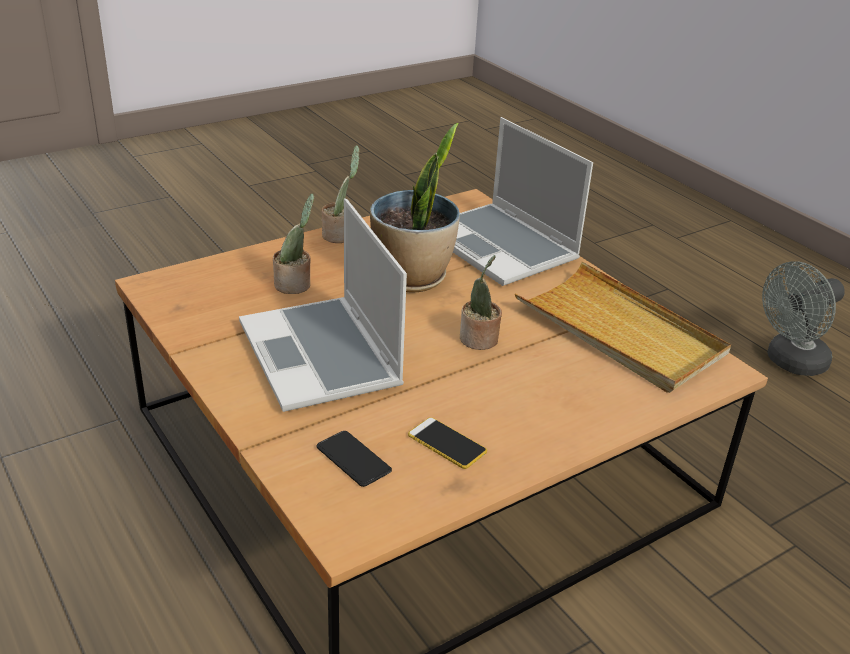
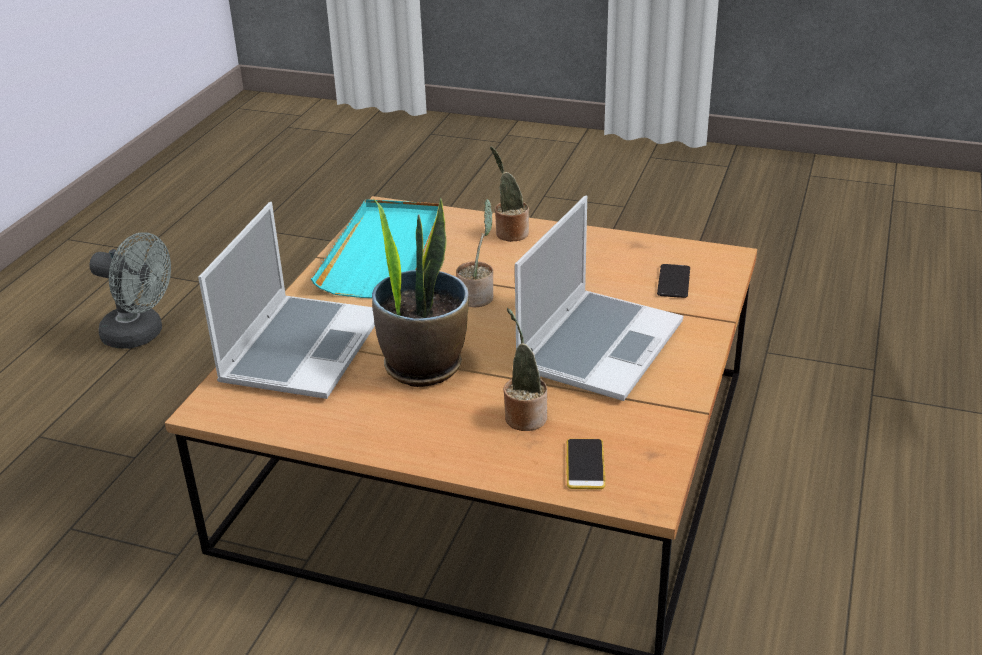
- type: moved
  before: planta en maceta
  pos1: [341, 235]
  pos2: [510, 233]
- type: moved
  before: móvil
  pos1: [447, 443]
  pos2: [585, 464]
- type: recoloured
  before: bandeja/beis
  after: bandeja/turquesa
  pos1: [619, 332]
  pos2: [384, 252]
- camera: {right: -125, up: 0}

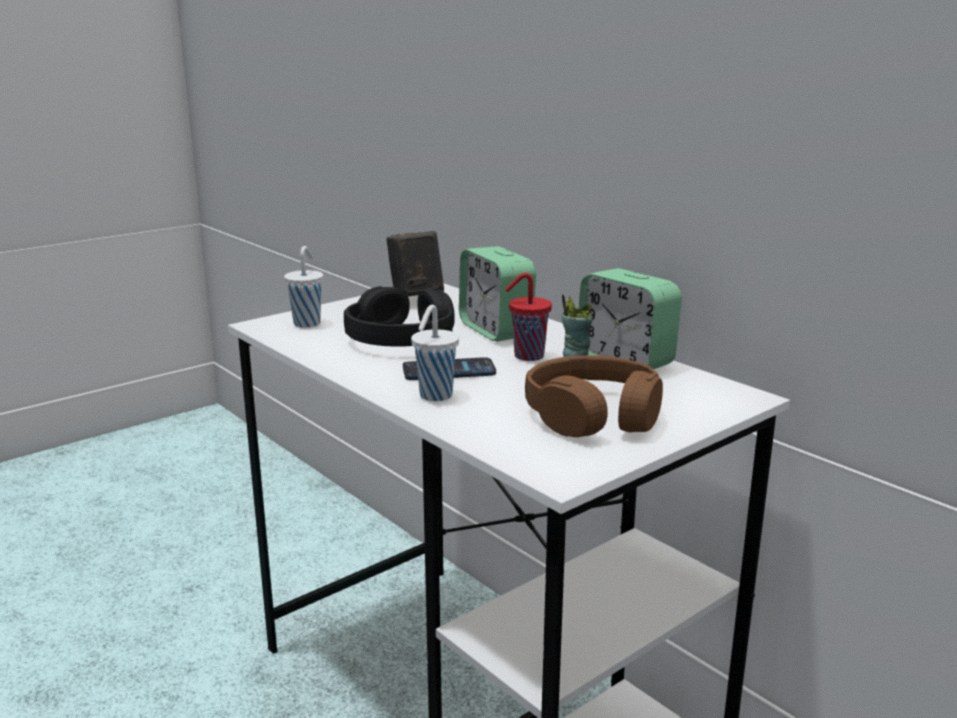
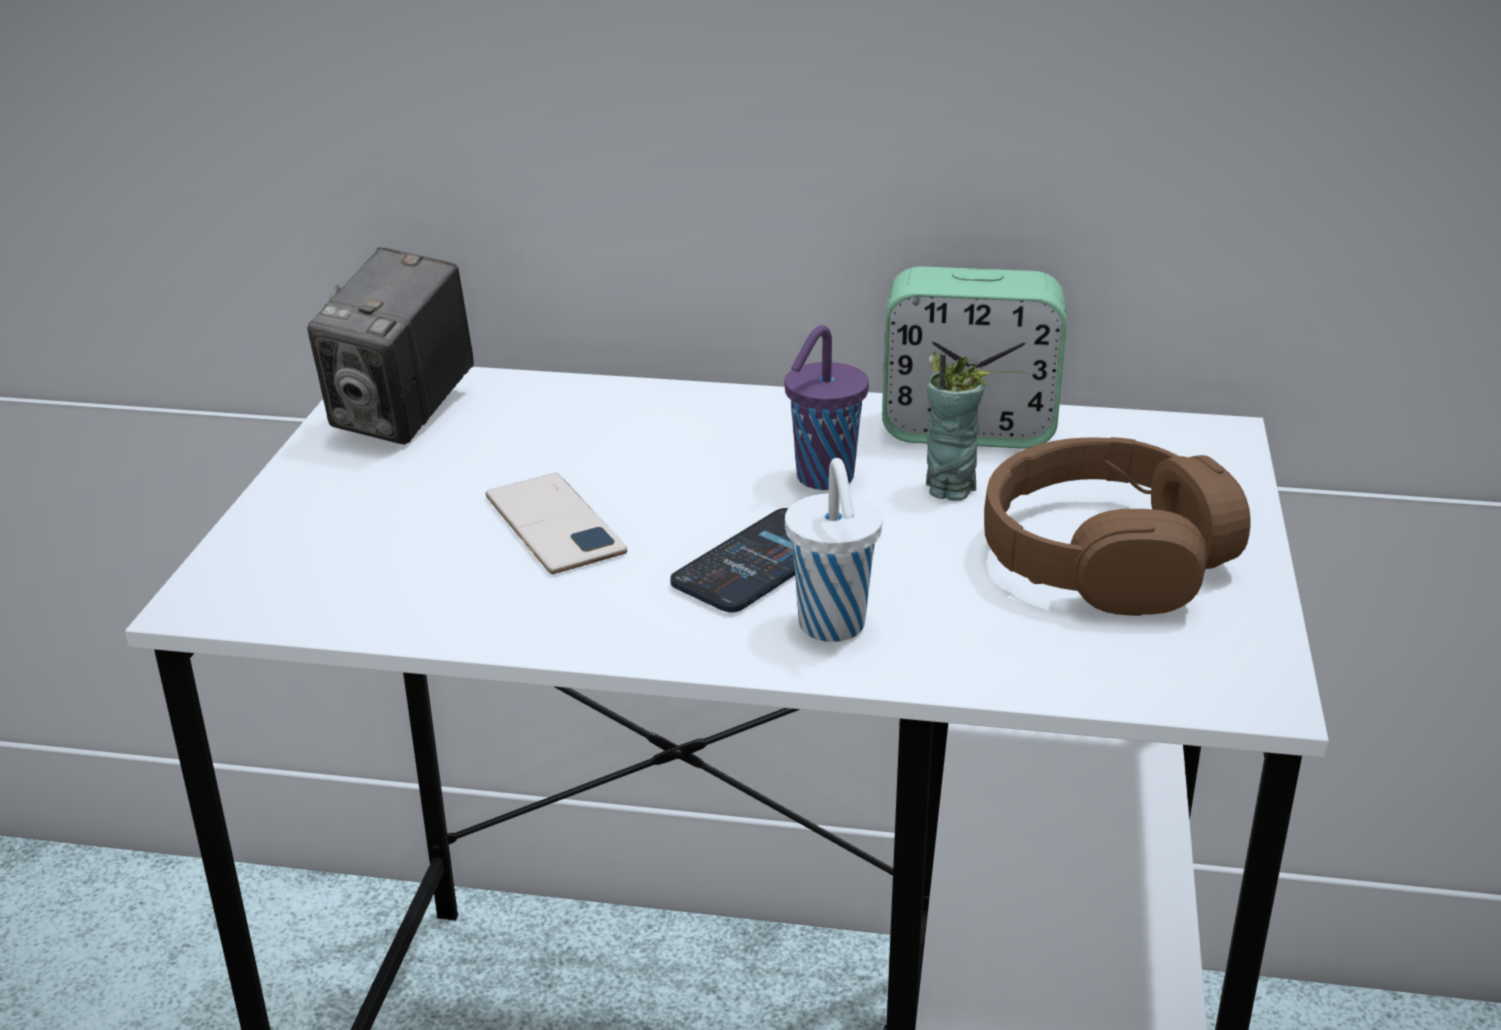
- type: removed
  before: taza/blanco
  pos1: [307, 323]
- type: replaced
  before: auriculares/negro
  after: móvil
  pos1: [401, 339]
  pos2: [554, 524]
- type: turned
  before: cámara
  pos1: [415, 297]
  pos2: [403, 415]
  turn: -105
- type: removed
  before: despertador
  pos1: [496, 330]
- type: recoloured
  before: taza/rojo
  after: taza/morado
  pos1: [527, 356]
  pos2: [822, 479]
- camera: {right: -40, up: 10}

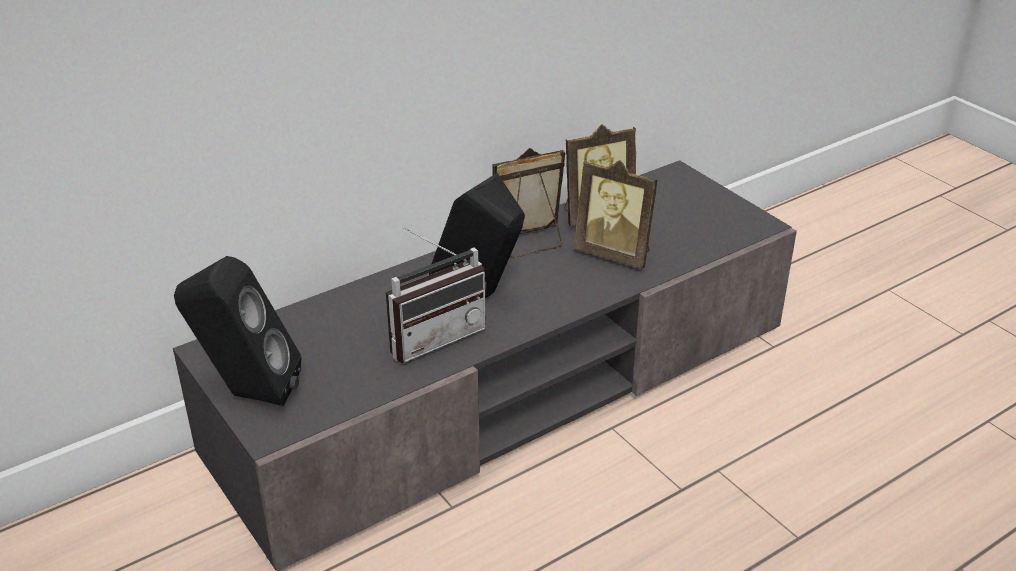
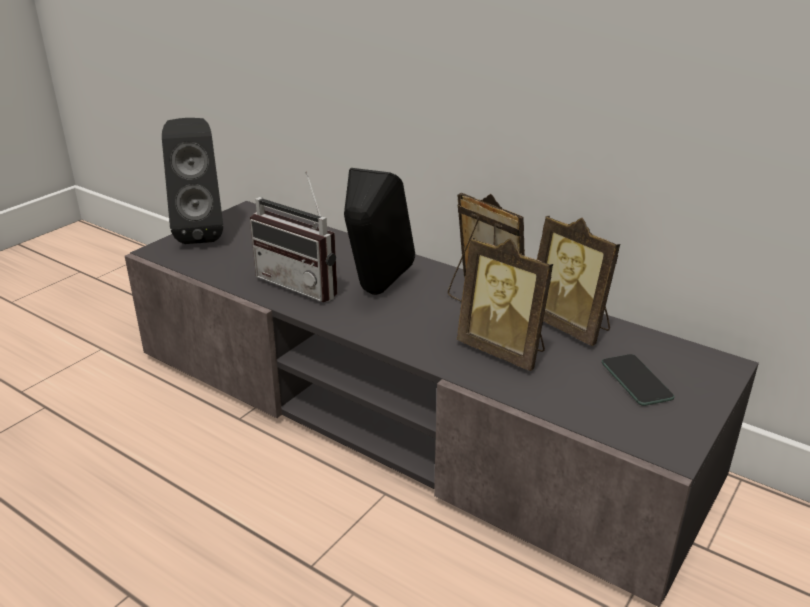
- type: turned
  before: portarretratos
  pos1: [615, 254]
  pos2: [504, 350]
  turn: -60
- type: added
  after: móvil
  pos2: [636, 380]
- camera: {right: 70, up: -5}

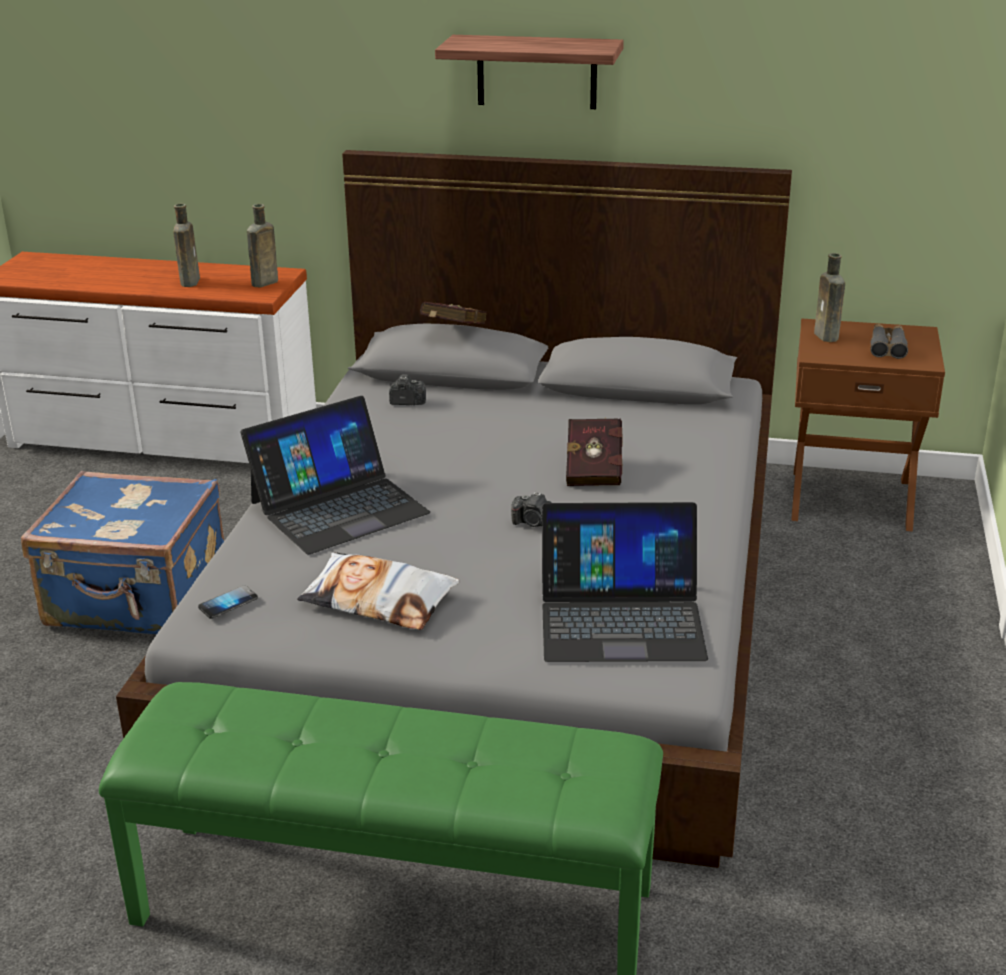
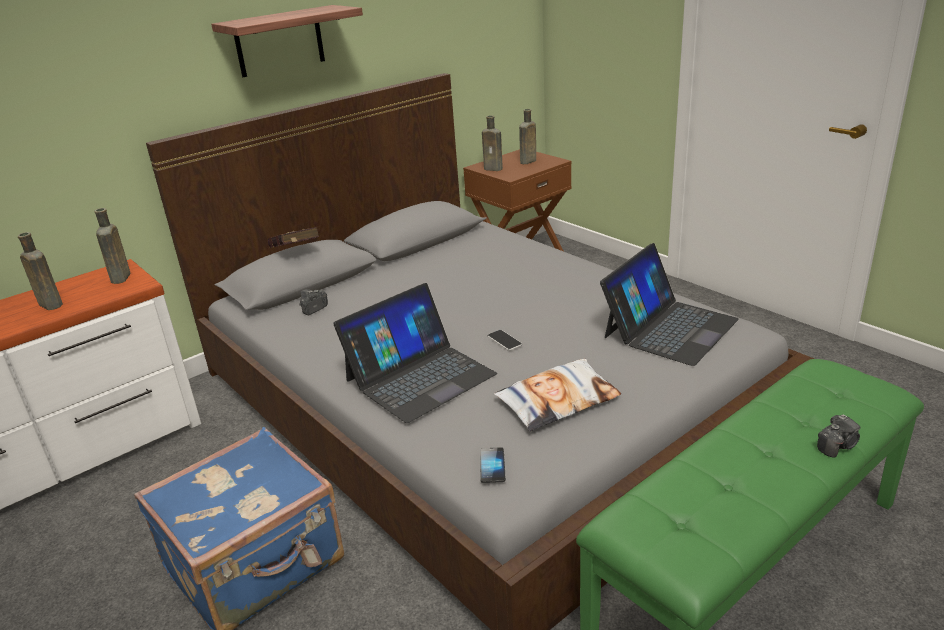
- type: turned
  before: portátil
  pos1: [338, 507]
  pos2: [419, 376]
  turn: 45
- type: moved
  before: cámara
  pos1: [533, 523]
  pos2: [837, 446]
- type: removed
  before: libro/rojo
  pos1: [595, 469]
- type: replaced
  before: prismáticos/gris
  after: botella/marrón
  pos1: [887, 347]
  pos2: [527, 162]
- type: added
  after: móvil
  pos2: [504, 341]
- camera: {right: -50, up: 0}

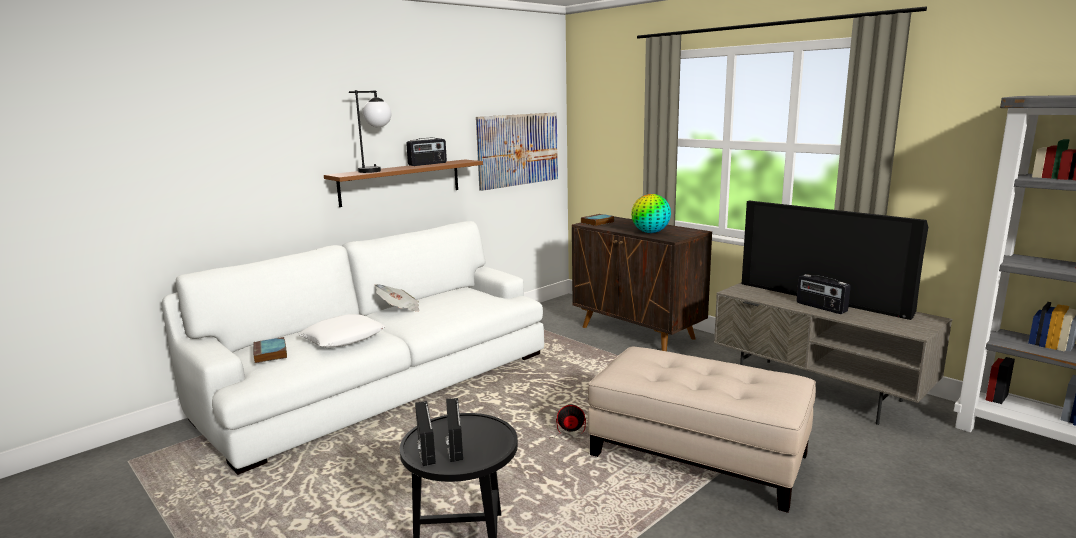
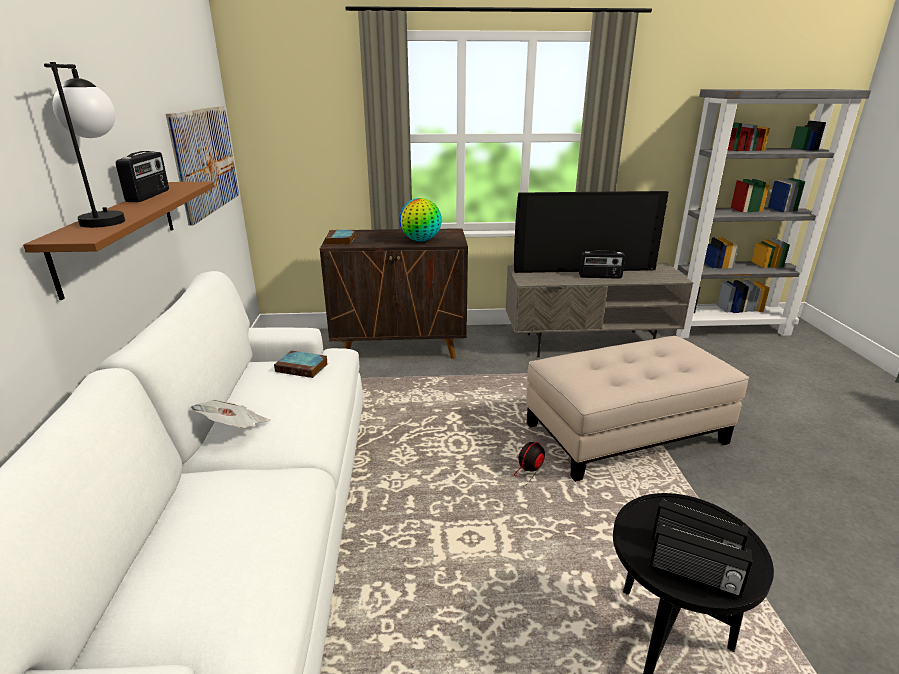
- type: moved
  before: libro
  pos1: [271, 353]
  pos2: [303, 367]
- type: removed
  before: cojín/blanco
  pos1: [343, 338]
- camera: {right: -50, up: 10}

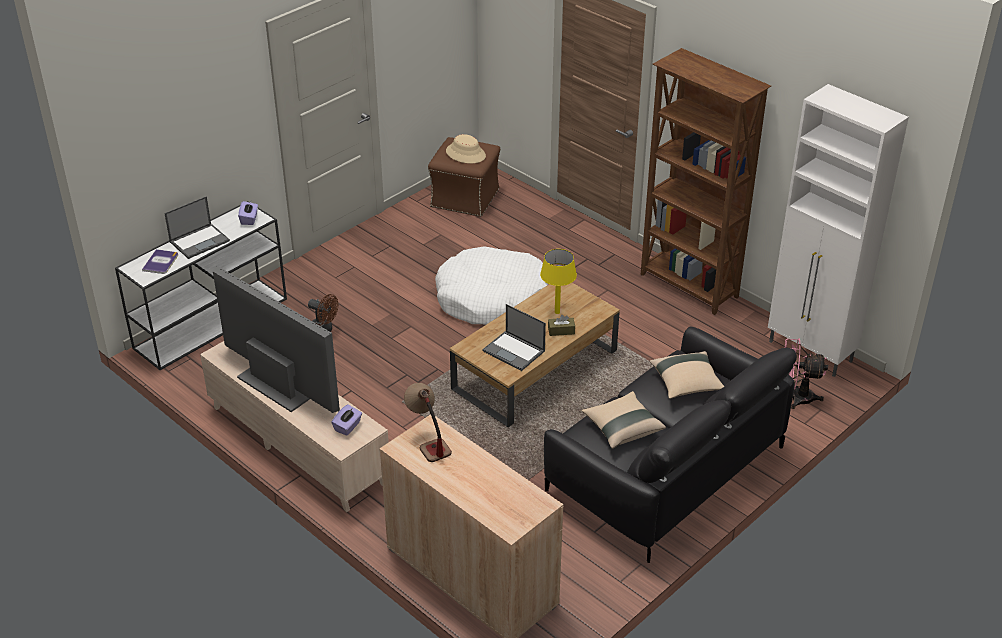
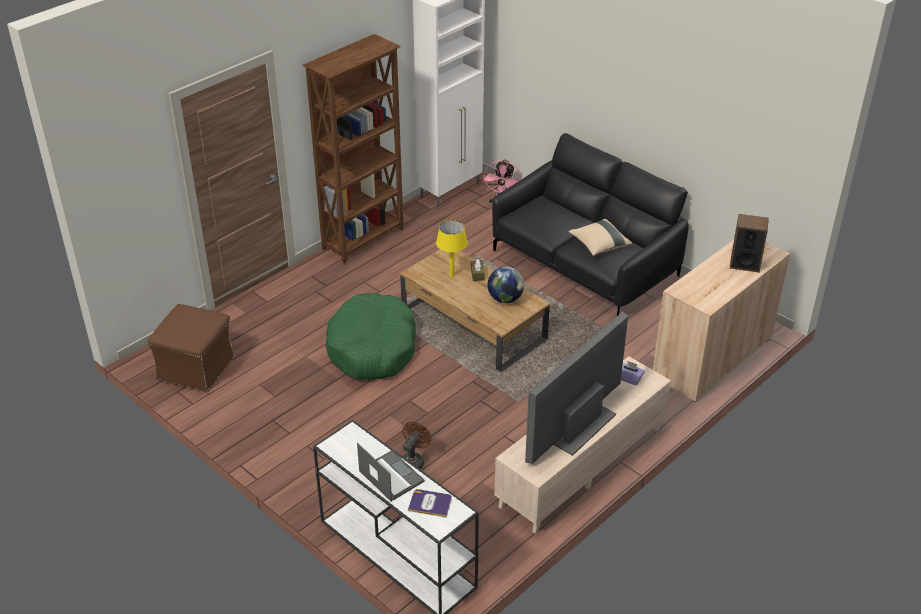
- type: removed
  before: caja de pañuelos/morado
  pos1: [249, 219]
- type: removed
  before: lámpara de mesa
  pos1: [428, 441]
- type: recoloured
  before: cama para perro/blanco
  after: cama para perro/verde
  pos1: [493, 299]
  pos2: [372, 348]
- type: removed
  before: sombrero/beis
  pos1: [466, 154]
- type: replaced
  before: portátil
  after: globo terráqueo
  pos1: [514, 351]
  pos2: [505, 299]
- type: removed
  before: cojín/beis
  pos1: [686, 384]
- type: added
  after: altavoz
  pos2: [745, 263]
- camera: {right: -90, up: 0}

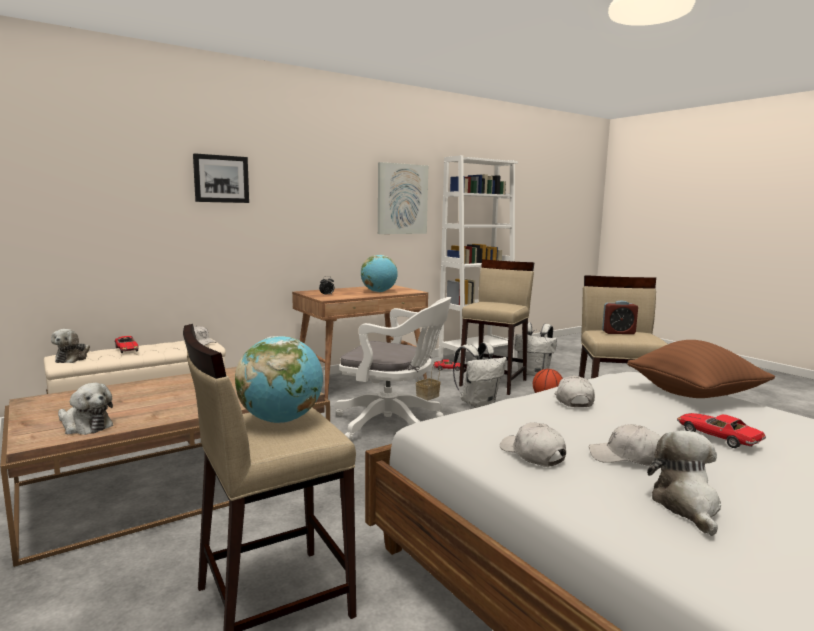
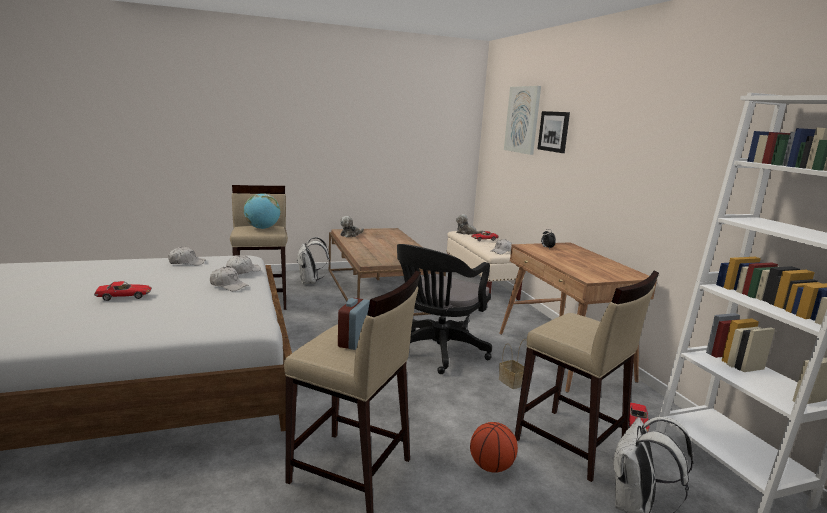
- type: recoloured
  before: silla de oficina/blanco
  after: silla de oficina/negro
  pos1: [394, 424]
  pos2: [436, 352]
- type: removed
  before: globo terráqueo
  pos1: [379, 292]
- type: moved
  before: cuadro
  pos1: [402, 199]
  pos2: [523, 120]
- type: moved
  before: mochila/blanco
  pos1: [478, 403]
  pos2: [310, 282]
- type: moved
  before: gorra/blanco
  pos1: [626, 457]
  pos2: [243, 271]
- type: removed
  before: cojín/marrón
  pos1: [694, 395]
- type: removed
  before: peluche
  pos1: [687, 505]
- camera: {right: 105, up: 5}

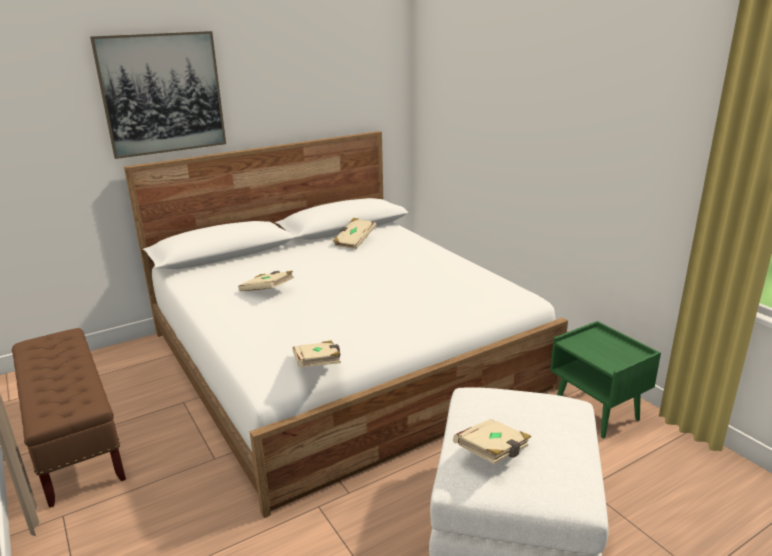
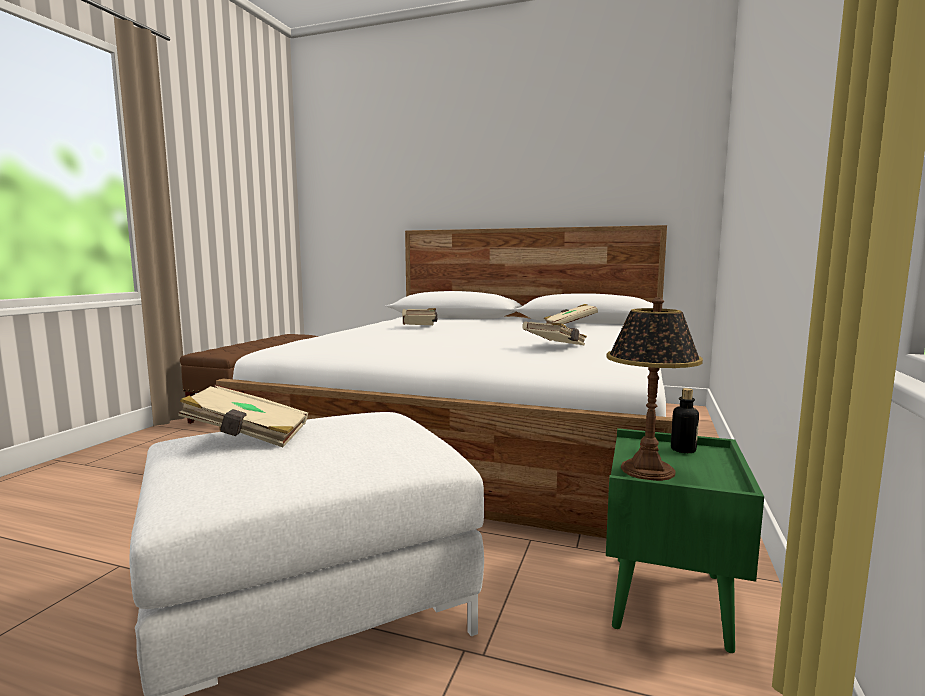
- type: removed
  before: cuadro
  pos1: [162, 94]
- type: moved
  before: libro/beis
  pos1: [318, 365]
  pos2: [556, 347]
- type: added
  after: lámpara de mesa
  pos2: [647, 470]
- type: added
  after: botella
  pos2: [683, 450]
- camera: {right: 50, up: -15}

